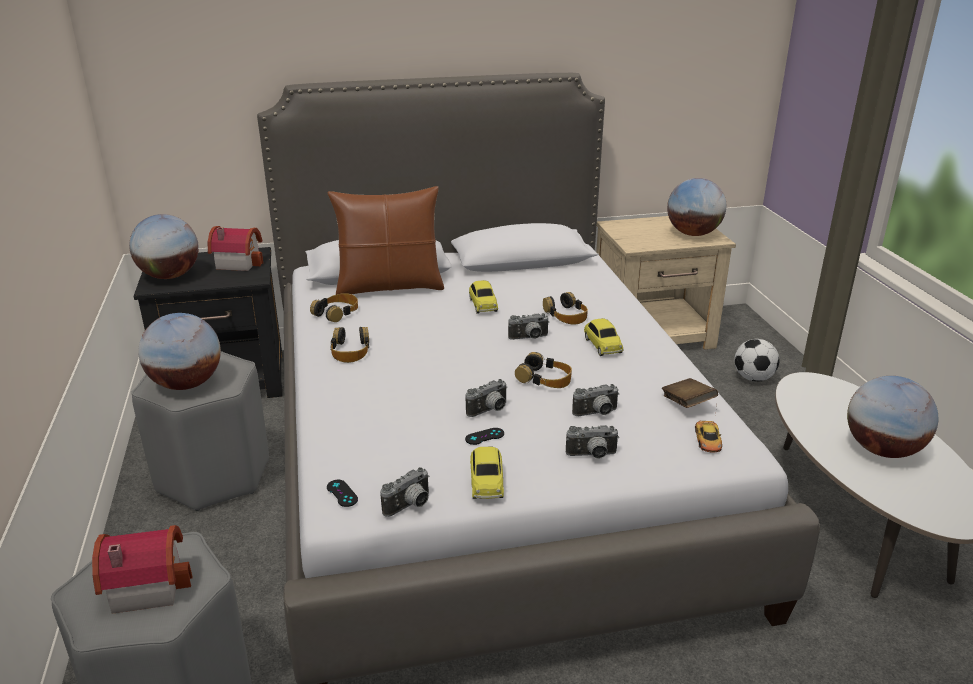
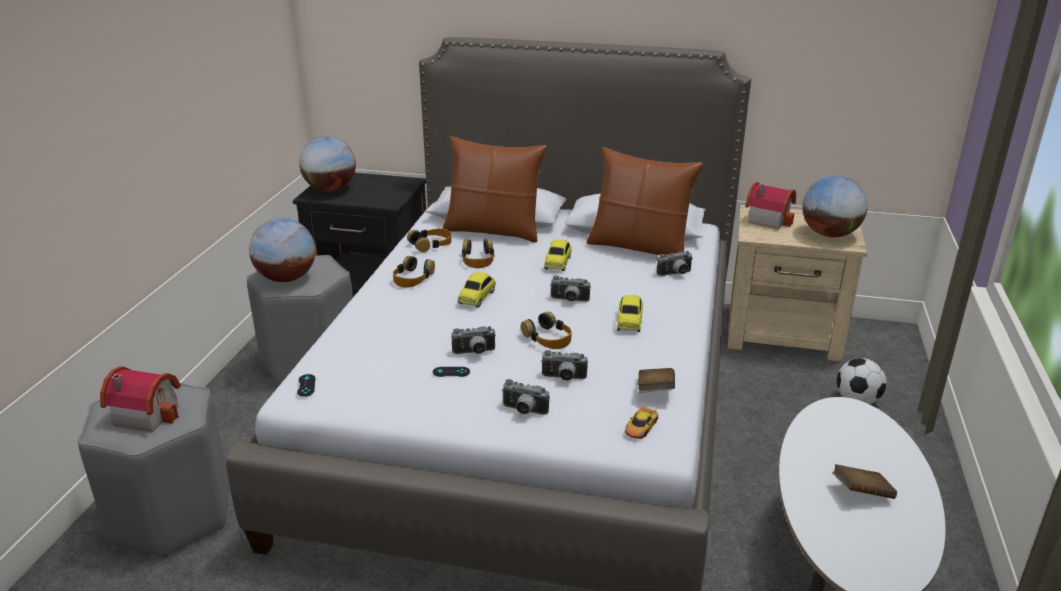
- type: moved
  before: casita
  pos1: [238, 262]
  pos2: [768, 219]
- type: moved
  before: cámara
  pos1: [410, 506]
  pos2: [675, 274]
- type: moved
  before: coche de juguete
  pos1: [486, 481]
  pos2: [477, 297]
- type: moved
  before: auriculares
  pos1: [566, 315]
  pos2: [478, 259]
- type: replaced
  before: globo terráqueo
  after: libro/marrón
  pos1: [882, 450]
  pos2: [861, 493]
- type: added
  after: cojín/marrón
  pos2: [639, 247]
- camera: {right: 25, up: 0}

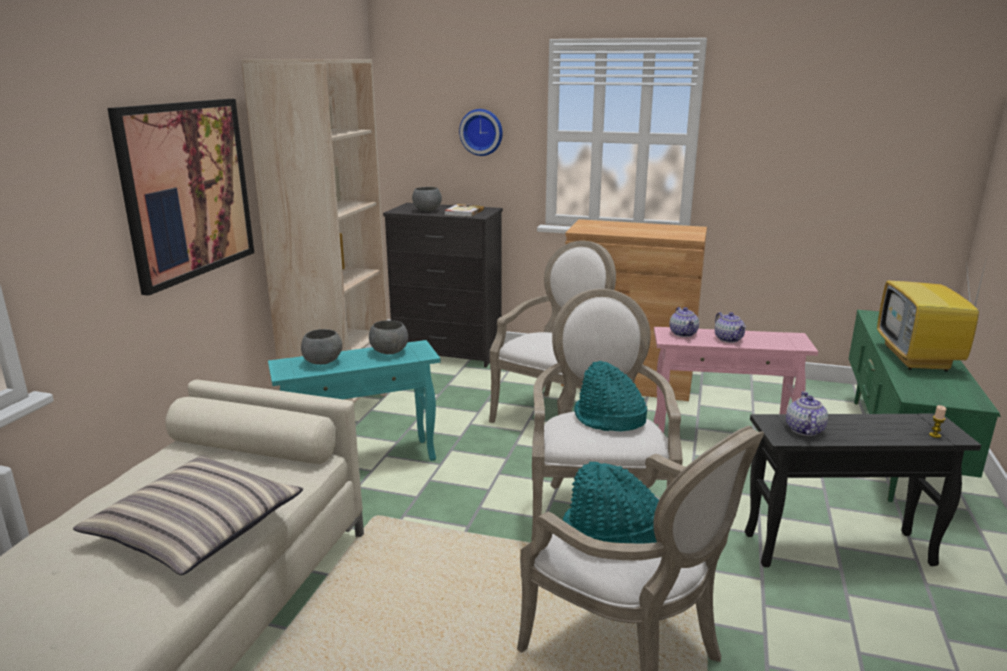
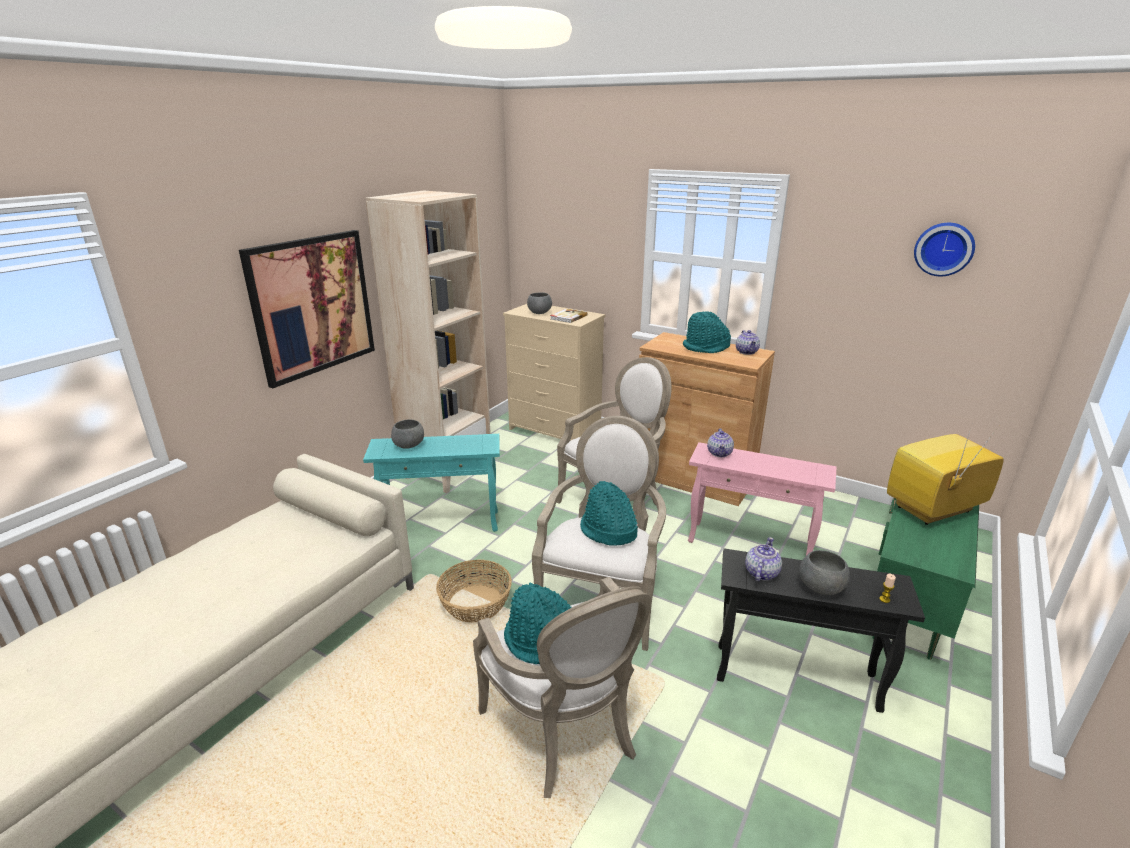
- type: removed
  before: cojín
  pos1: [197, 528]
- type: moved
  before: cuenco/gris
  pos1: [389, 352]
  pos2: [820, 588]
- type: recoloured
  before: cómoda/negro
  after: cómoda/beis
  pos1: [448, 353]
  pos2: [555, 431]
- type: moved
  before: reloj de pared
  pos1: [482, 132]
  pos2: [944, 249]
- type: moved
  before: tetera
  pos1: [728, 339]
  pos2: [746, 352]
- type: turned
  before: televisor
  pos1: [918, 359]
  pos2: [933, 511]
  turn: 45
- type: added
  after: cesta
  pos2: [475, 603]
- type: added
  after: sombrero/turquesa
  pos2: [706, 348]
- camera: {right: 15, up: 5}

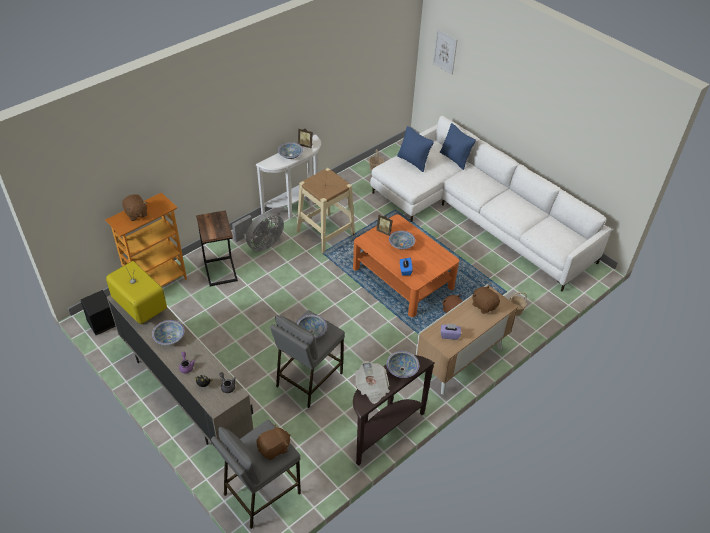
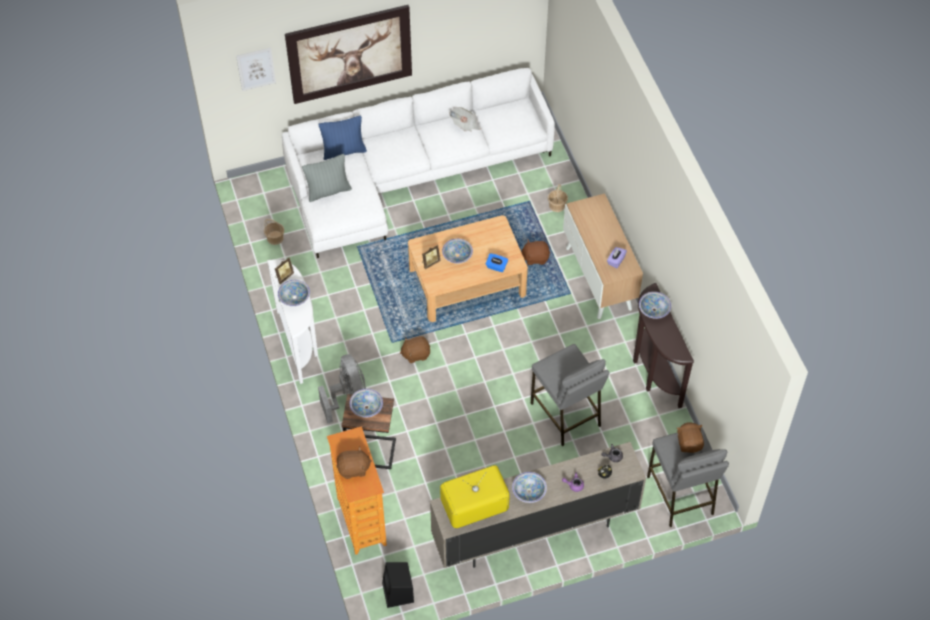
- type: removed
  before: taburete/beis
  pos1: [325, 232]
- type: moved
  before: cuenco
  pos1: [311, 331]
  pos2: [366, 407]
- type: recoloured
  before: mesa de centro/naranja
  after: mesa de centro/beis
  pos1: [403, 277]
  pos2: [467, 281]
- type: moved
  before: periódico
  pos1: [372, 388]
  pos2: [465, 125]
- type: recoloured
  before: cojín/azul
  after: cojín/gris
  pos1: [413, 162]
  pos2: [328, 191]
- type: moved
  before: peluche/marrón
  pos1: [484, 305]
  pos2: [415, 354]
- type: added
  after: cuadro
  pos2: [349, 54]
- camera: {right: -65, up: 10}

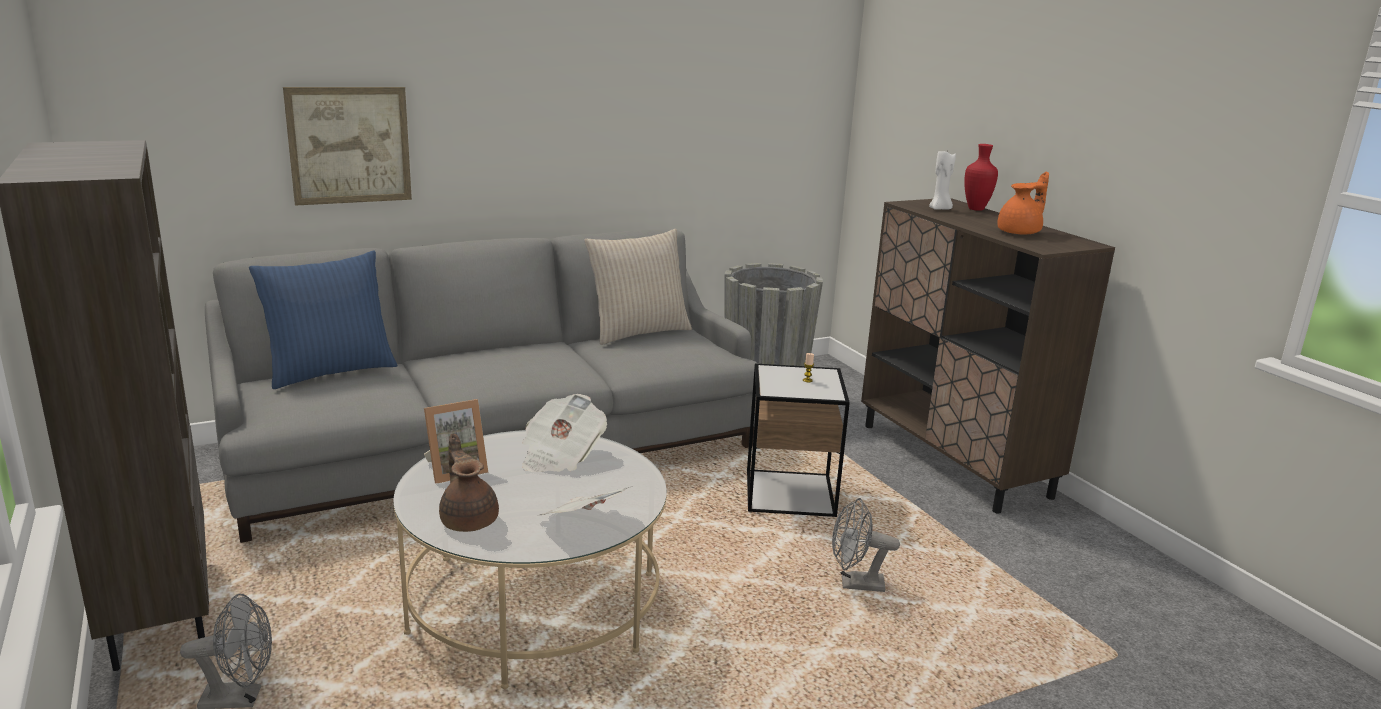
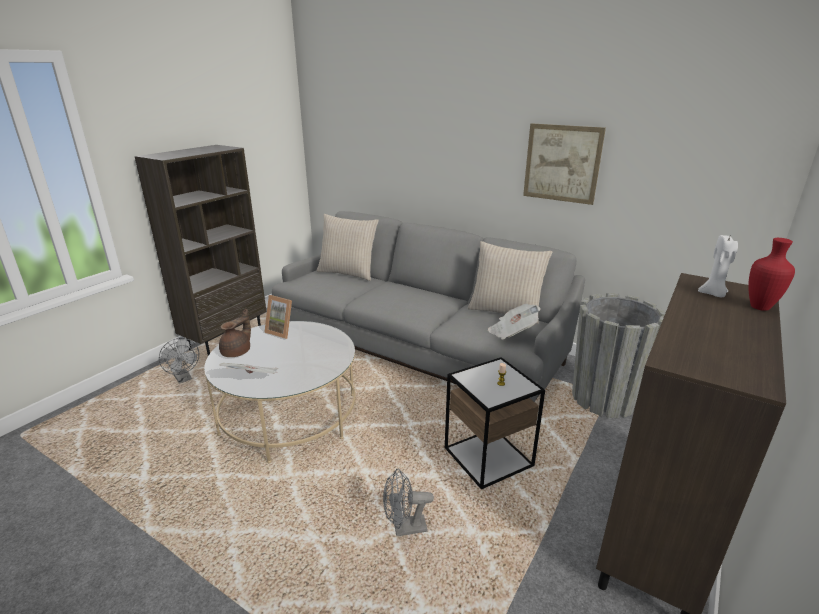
- type: recoloured
  before: cojín/azul
  after: cojín/beis
  pos1: [330, 371]
  pos2: [348, 273]
- type: moved
  before: cuadro
  pos1: [349, 145]
  pos2: [562, 163]
- type: moved
  before: periódico
  pos1: [560, 456]
  pos2: [512, 332]
- type: turned
  before: ventilador/gris
  pos1: [855, 584]
  pos2: [404, 528]
  turn: -75
- type: removed
  before: tetera/naranja
  pos1: [1020, 232]
- camera: {right: 60, up: 5}

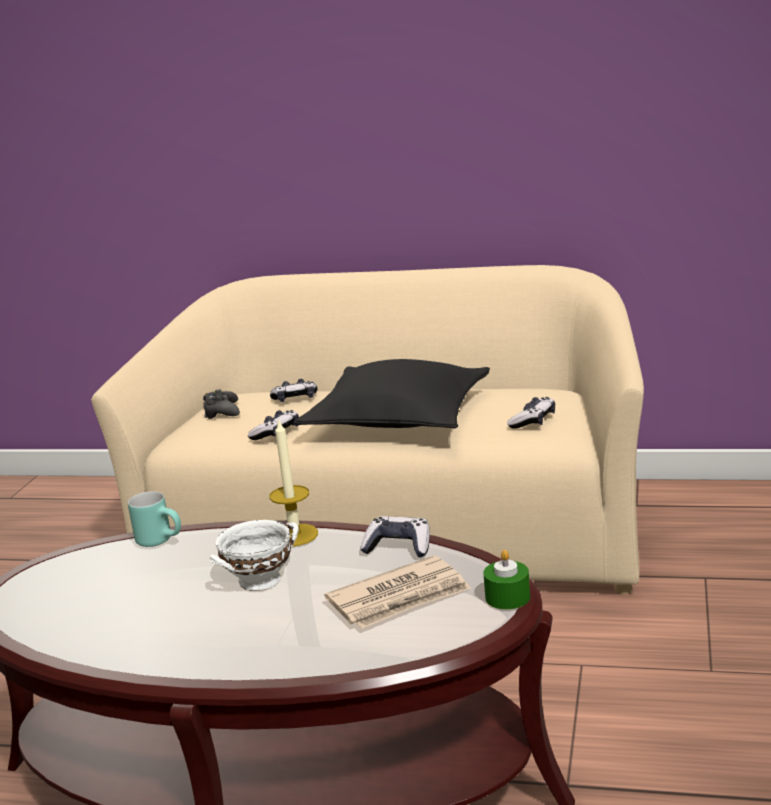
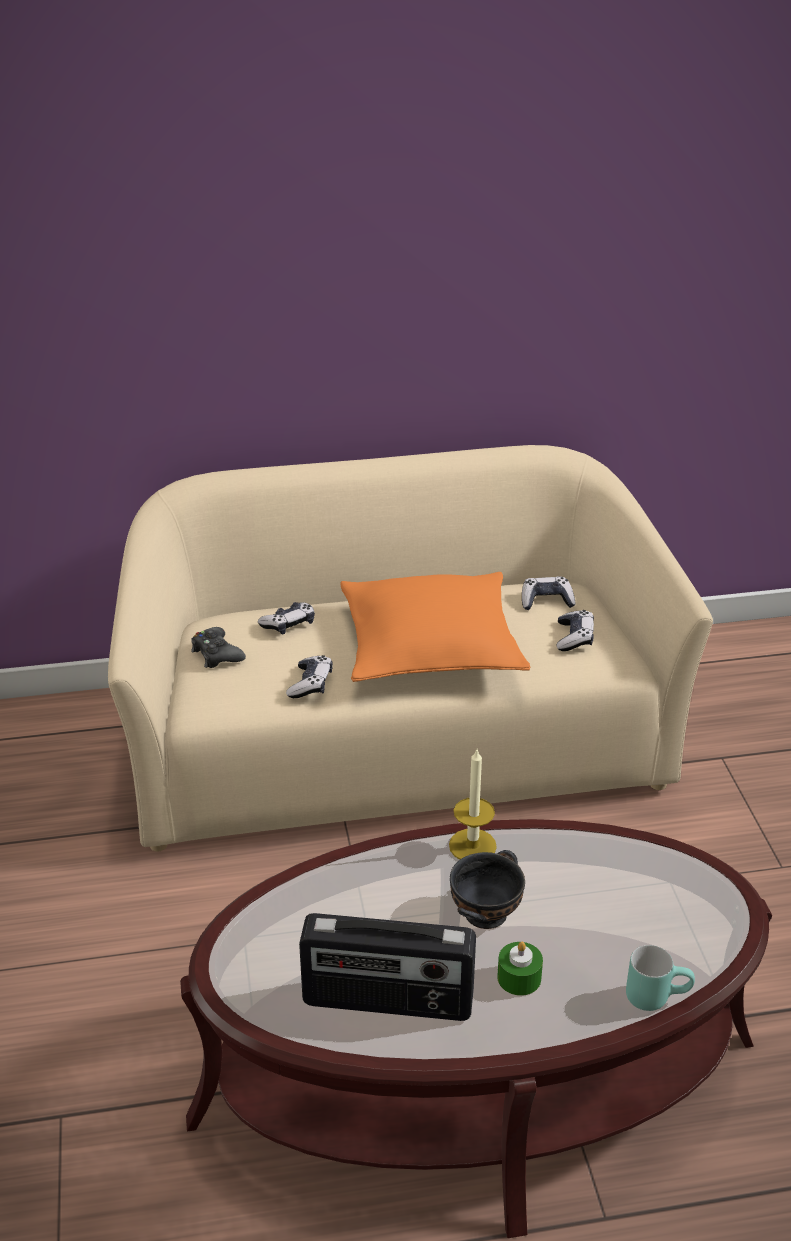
- type: moved
  before: taza grande/turquesa
  pos1: [162, 540]
  pos2: [656, 995]
- type: recoloured
  before: cuenco/blanco
  after: cuenco/negro
  pos1: [262, 580]
  pos2: [487, 913]
- type: recoloured
  before: cojín/negro
  after: cojín/naranja
  pos1: [399, 418]
  pos2: [430, 645]
- type: removed
  before: periódico
  pos1: [400, 598]
- type: moved
  before: mando de consola
  pos1: [398, 547]
  pos2: [546, 601]
- type: moved
  before: vela/verde
  pos1: [507, 597]
  pos2: [519, 978]
- type: added
  after: radio
  pos2: [388, 1002]
- camera: {right: -25, up: 15}

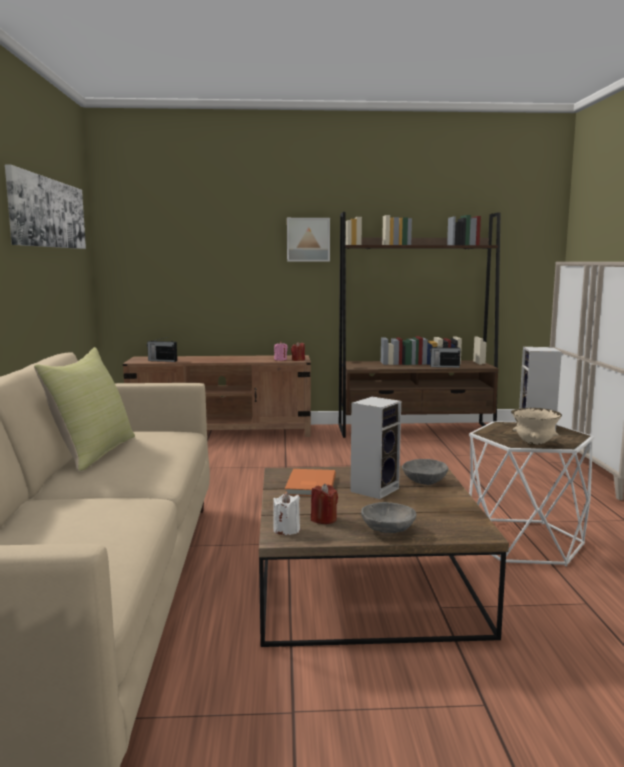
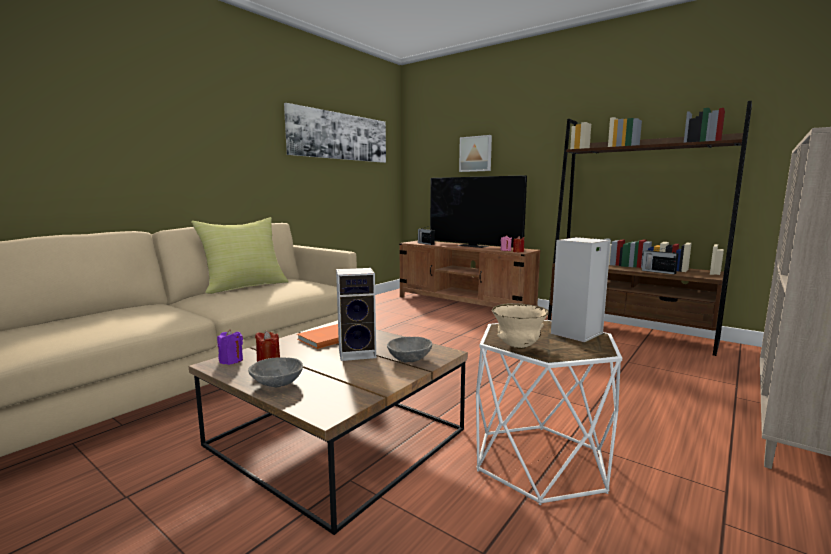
- type: recoloured
  before: vela/blanco
  after: vela/morado
  pos1: [286, 530]
  pos2: [231, 360]
- type: moved
  before: cuadro
  pos1: [308, 239]
  pos2: [476, 154]
- type: added
  after: televisor
  pos2: [473, 245]
- camera: {right: 40, up: 0}

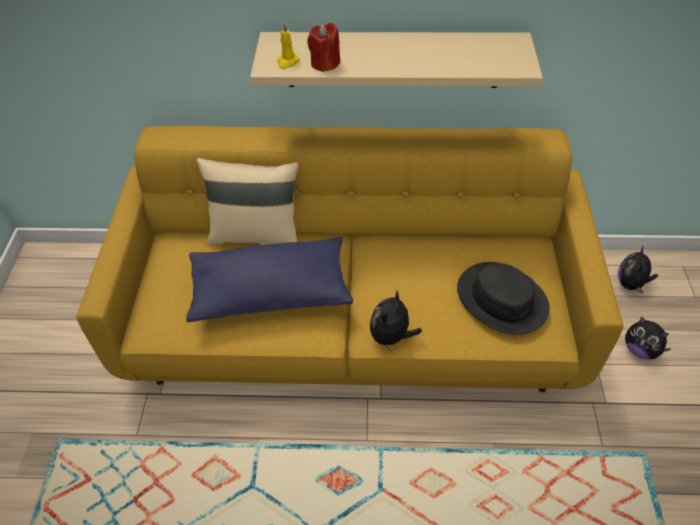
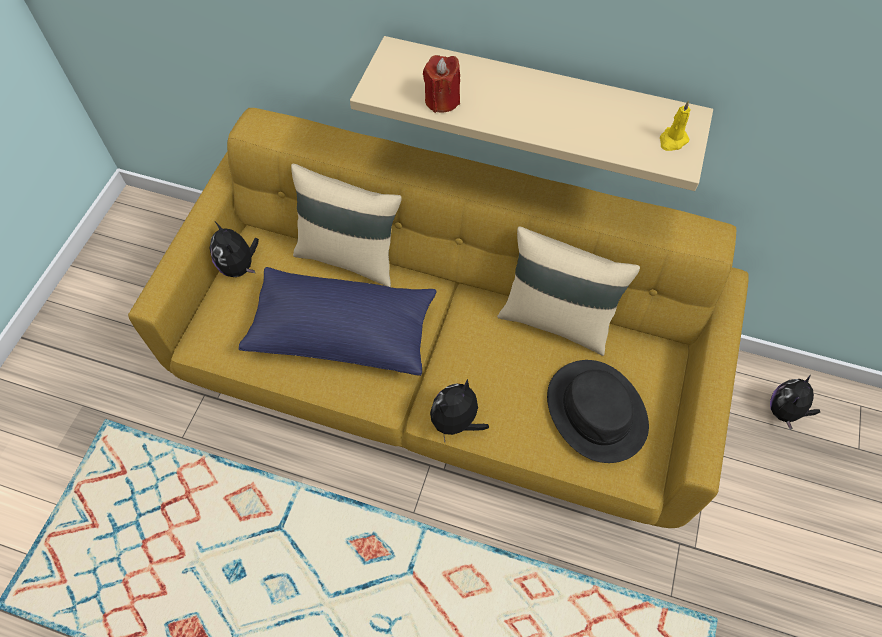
- type: moved
  before: vela/amarillo
  pos1: [287, 62]
  pos2: [672, 141]
- type: moved
  before: peluche
  pos1: [640, 350]
  pos2: [239, 266]
- type: added
  after: cojín/beis
  pos2: [556, 319]
- camera: {right: 15, up: 10}

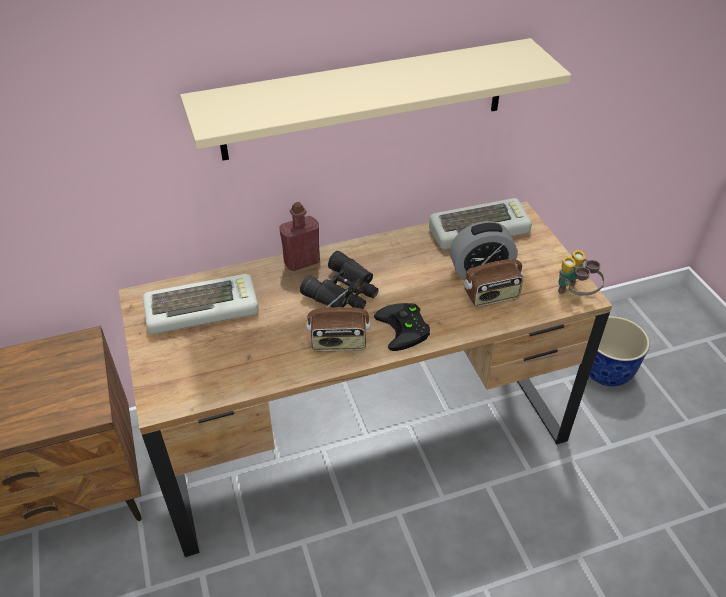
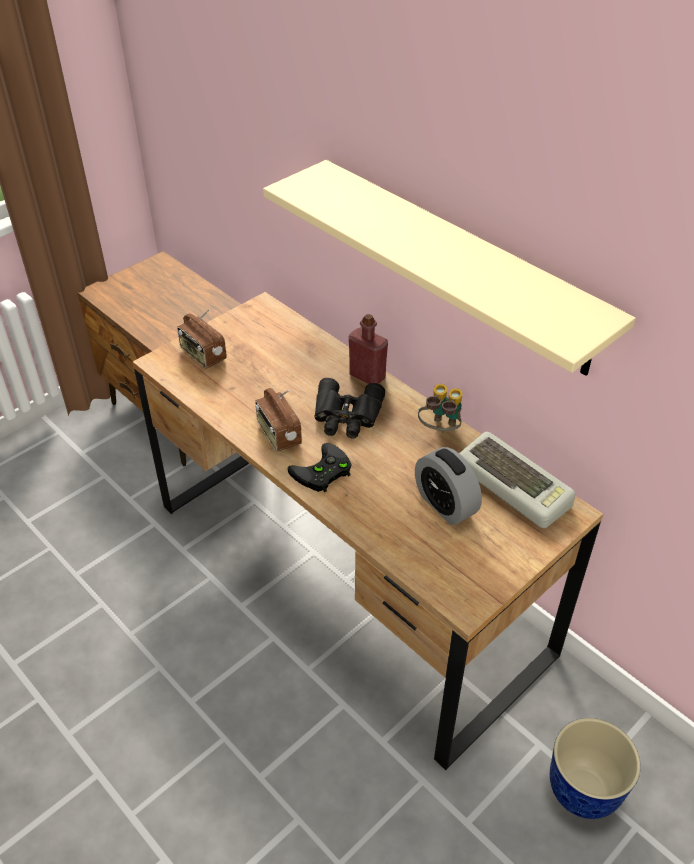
- type: removed
  before: teclado
  pos1: [203, 309]
- type: moved
  before: radio
  pos1: [491, 296]
  pos2: [203, 355]
- type: moved
  before: prismáticos
  pos1: [575, 294]
  pos2: [440, 430]
- camera: {right: 65, up: 0}

